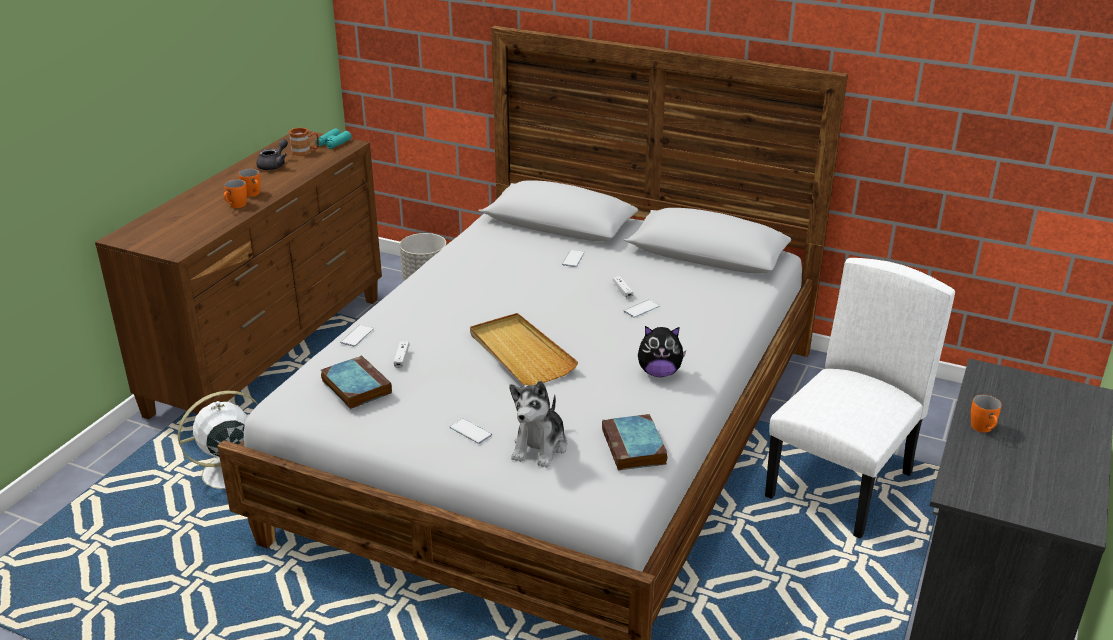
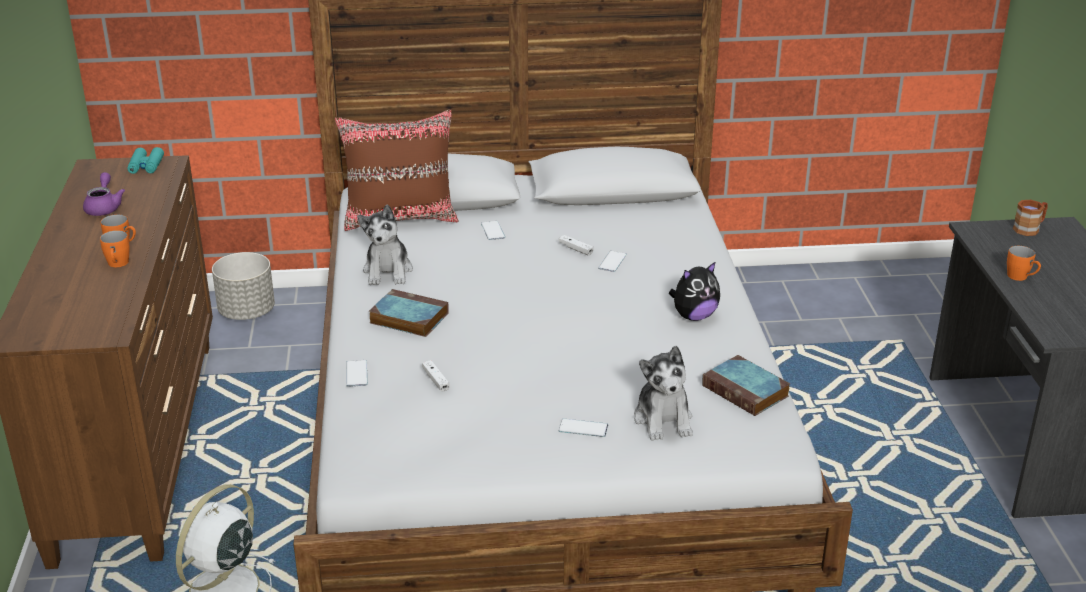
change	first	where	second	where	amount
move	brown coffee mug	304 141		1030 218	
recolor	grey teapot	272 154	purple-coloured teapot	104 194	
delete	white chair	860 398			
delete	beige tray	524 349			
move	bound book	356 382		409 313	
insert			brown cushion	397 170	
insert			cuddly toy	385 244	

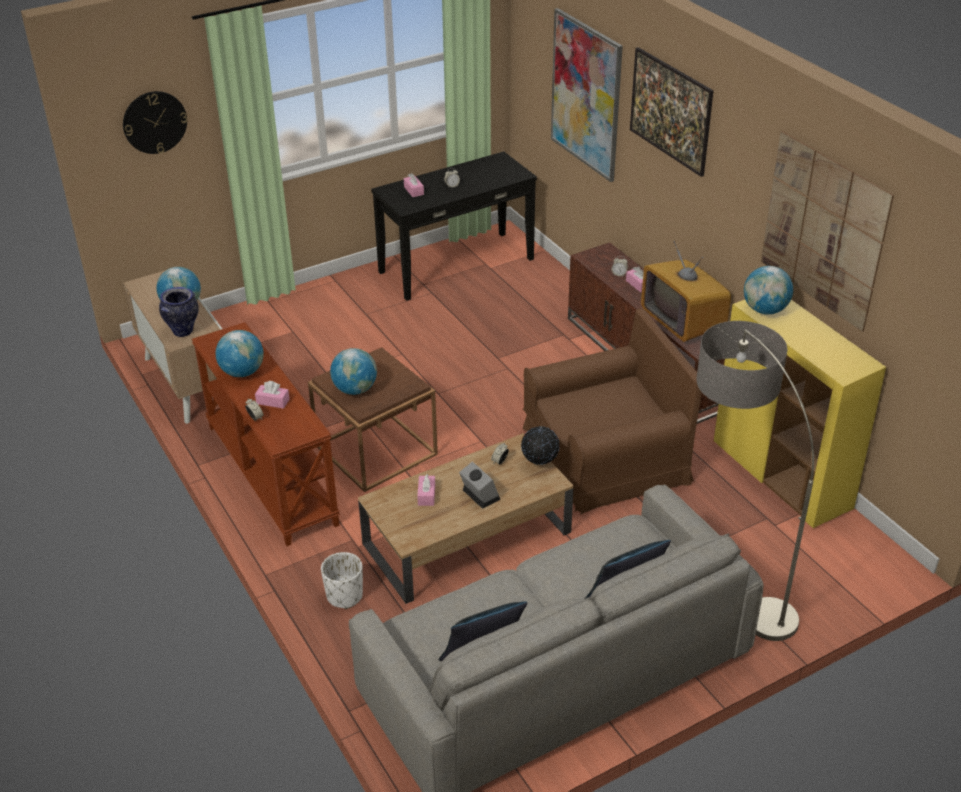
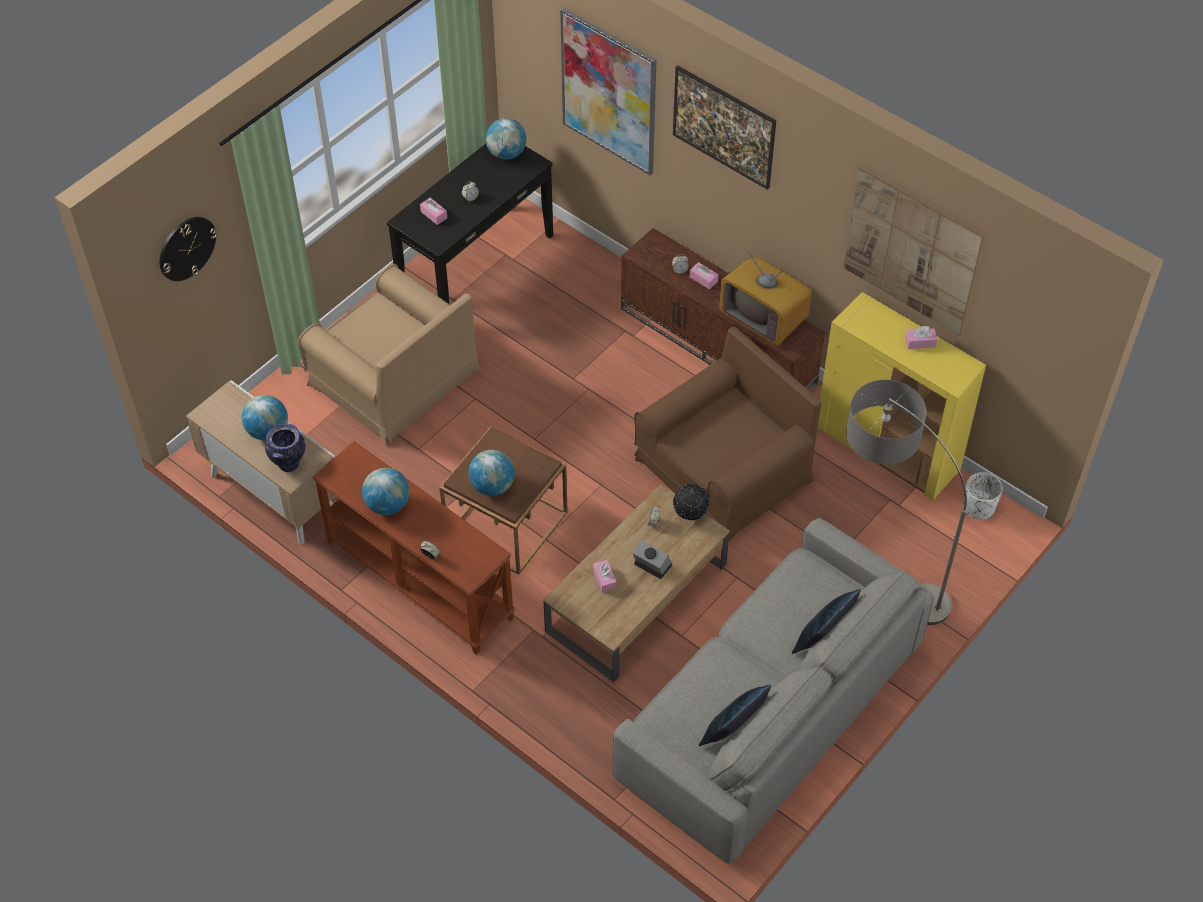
change	first	where	second	where	amount
move	desk globe	768 290		506 139	
move	pink-coloured box of tissues	272 395		921 337	
move	white plant pot	342 580		983 496	
insert			brown easy chair	389 354	

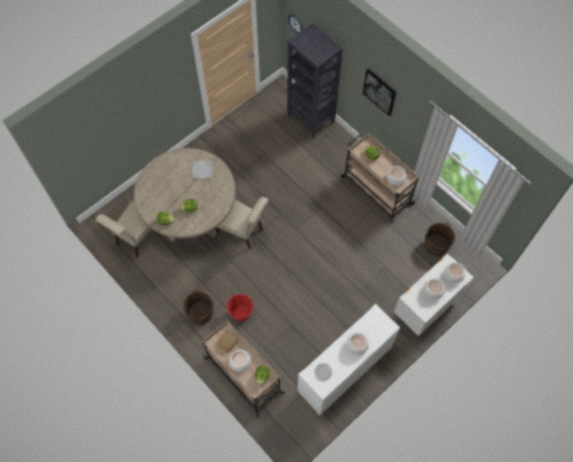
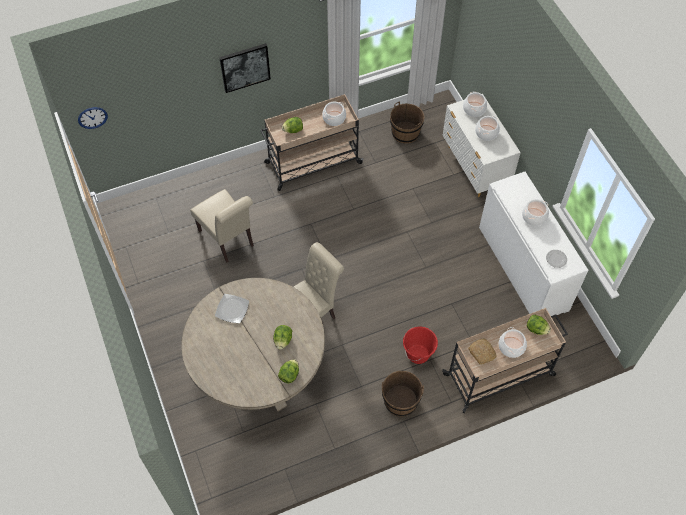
change	first	where	second	where	amount
delete	black bookcase	315 81			
move	beige chair	123 229		222 226	

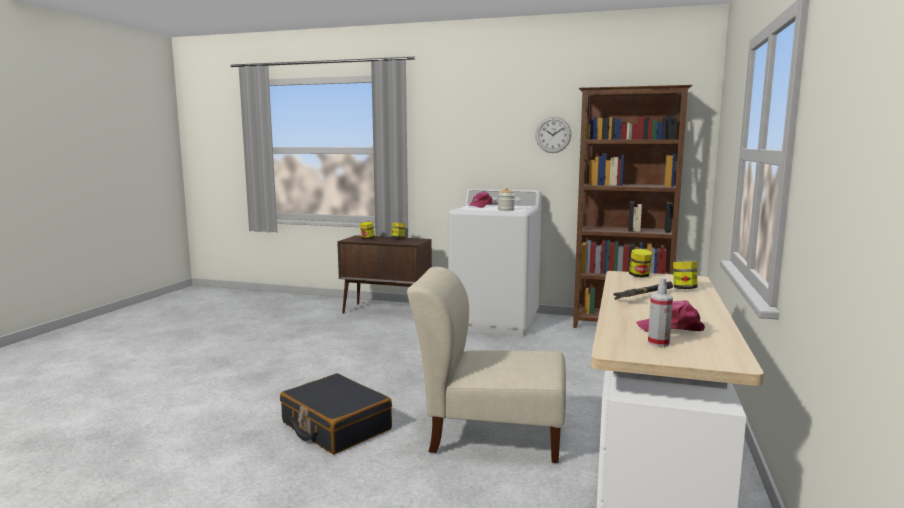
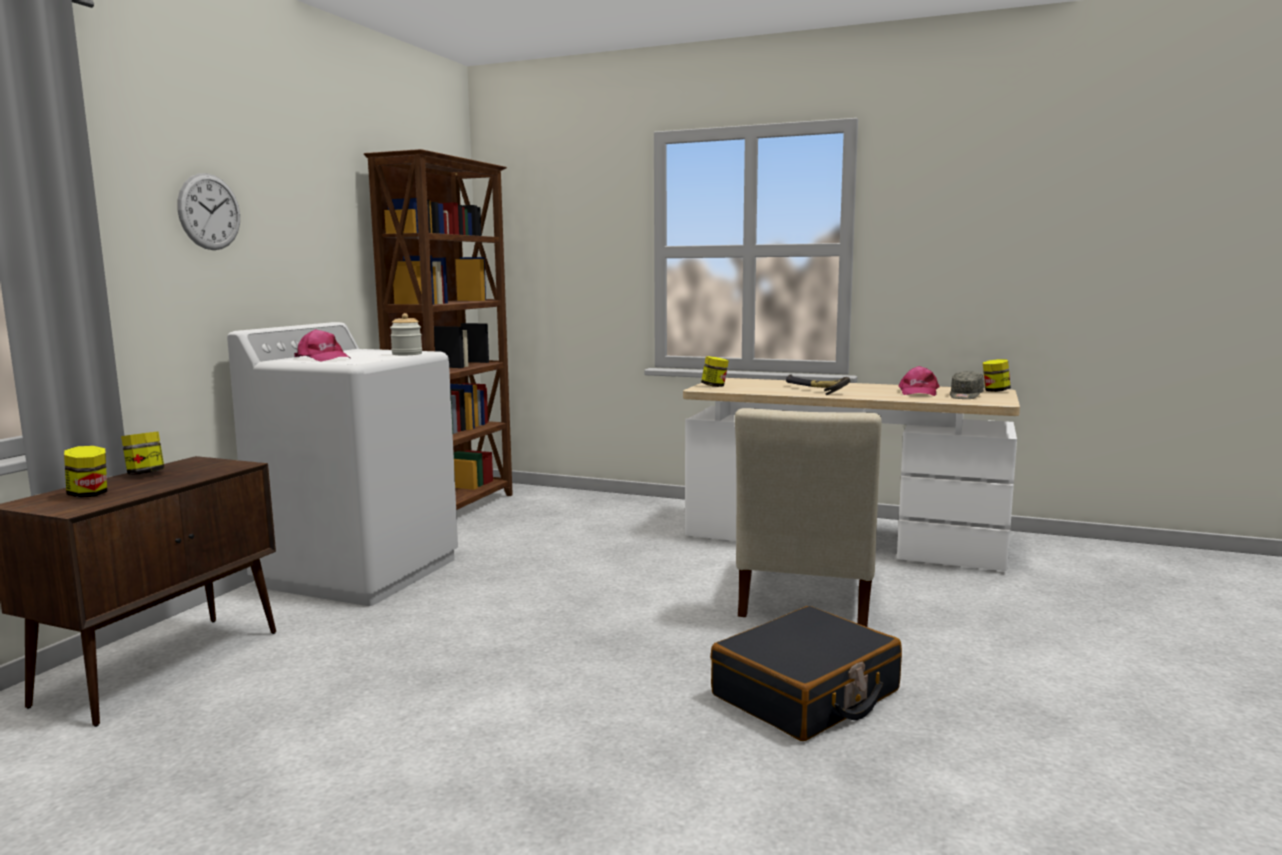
change	first	where	second	where	amount
move	wall clock	553 135		208 211	
move	preserve jar	685 275		997 375	
replace	hand sprayer	660 312	grey peaked cap	967 385	

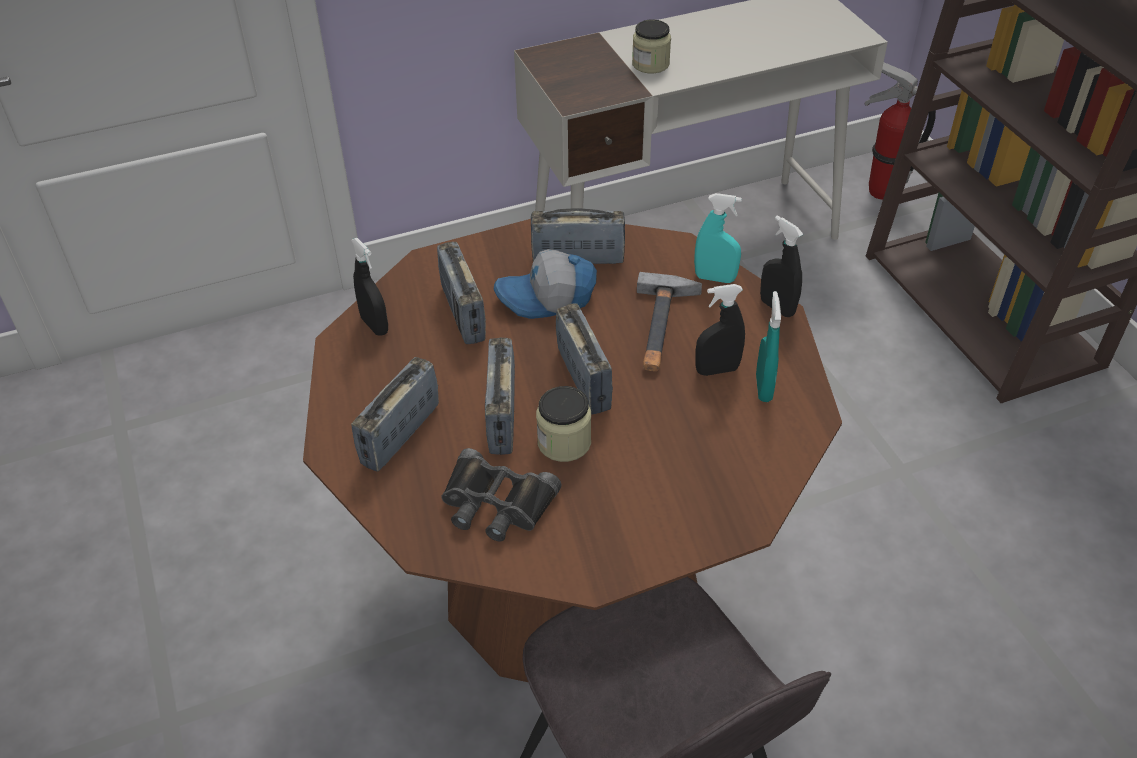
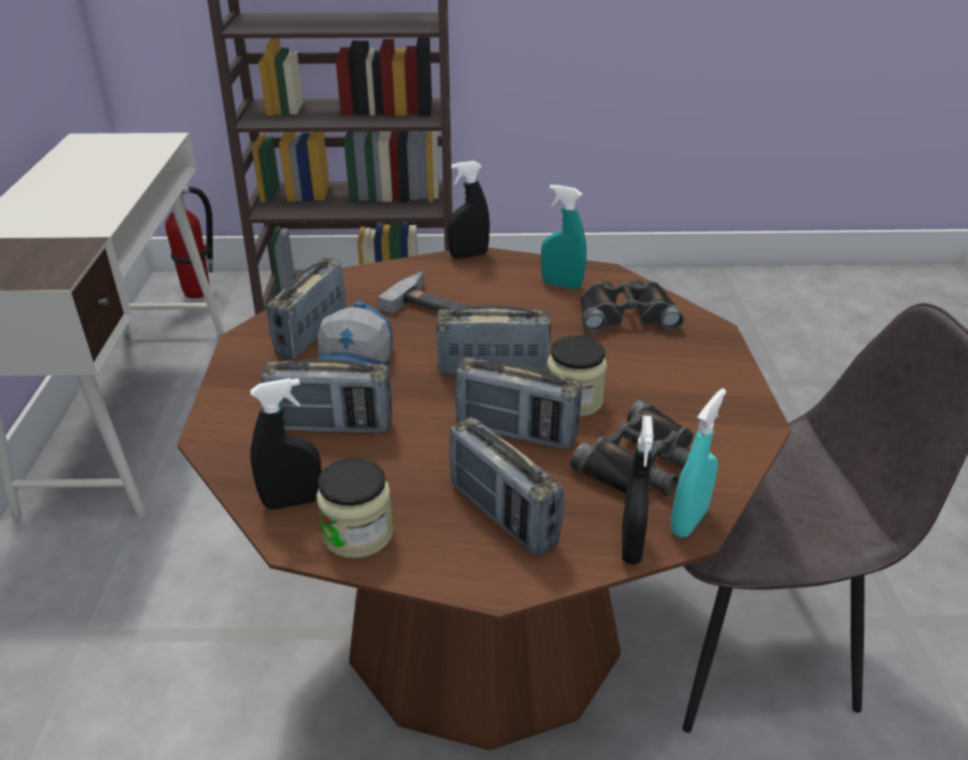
change	first	where	second	where	amount
move	preserve jar	651 46		354 508	
move	turquoise-coloured hand sprayer	718 238		698 463	
move	black hand sprayer	720 330		638 490	
insert			black pair of binoculars	632 306	

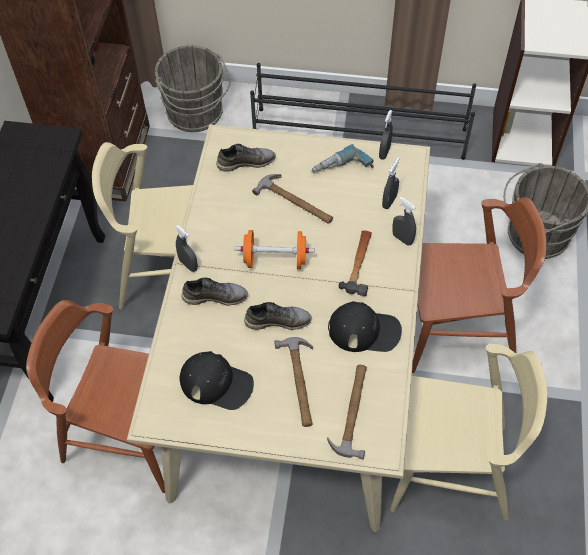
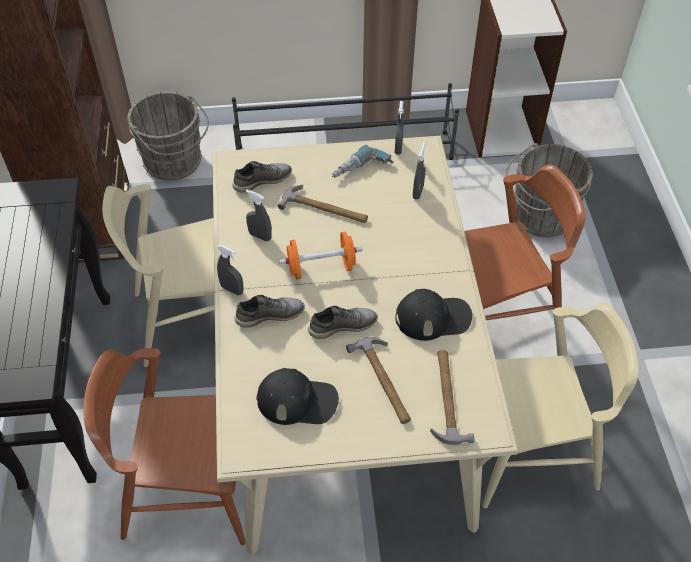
change	first	where	second	where	amount
move	grey hand sprayer	404 221		259 215	
delete	hand hammer	355 263			

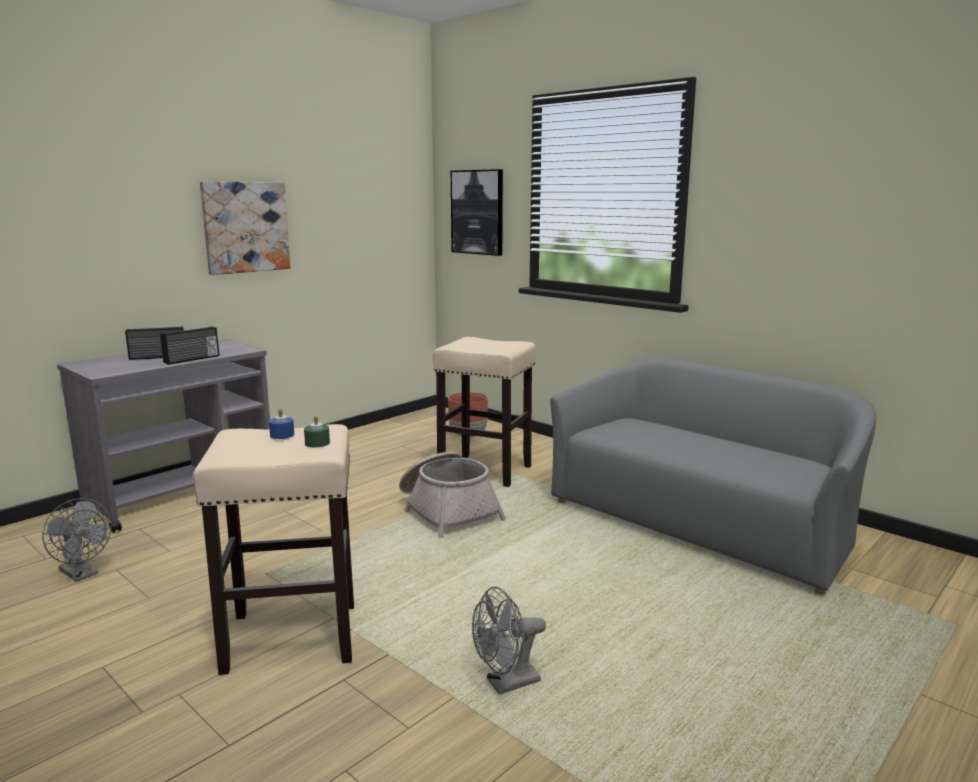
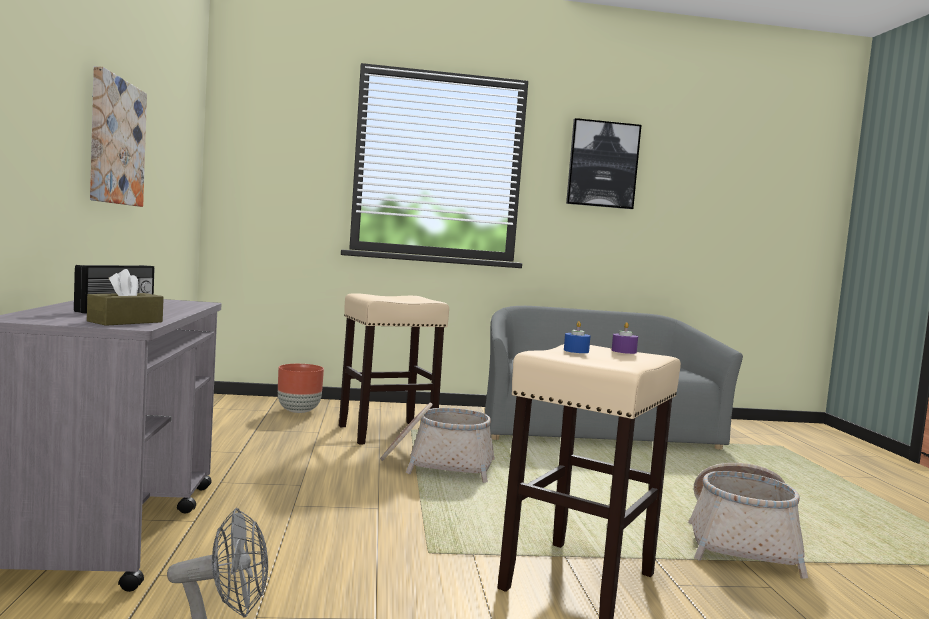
change	first	where	second	where	amount
move	wall picture	477 212		603 163	
delete	radio	189 345			
recolor	green wax light	317 431	purple-coloured wax light	625 338	
replace	grey electric fan	509 641	storage basket	748 521	
insert			brown box of tissues	125 297	

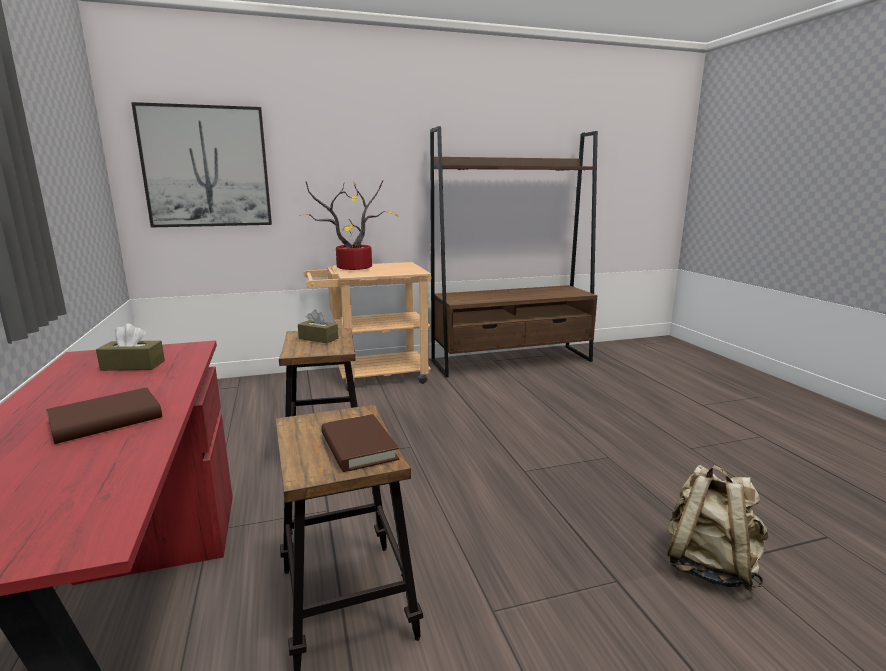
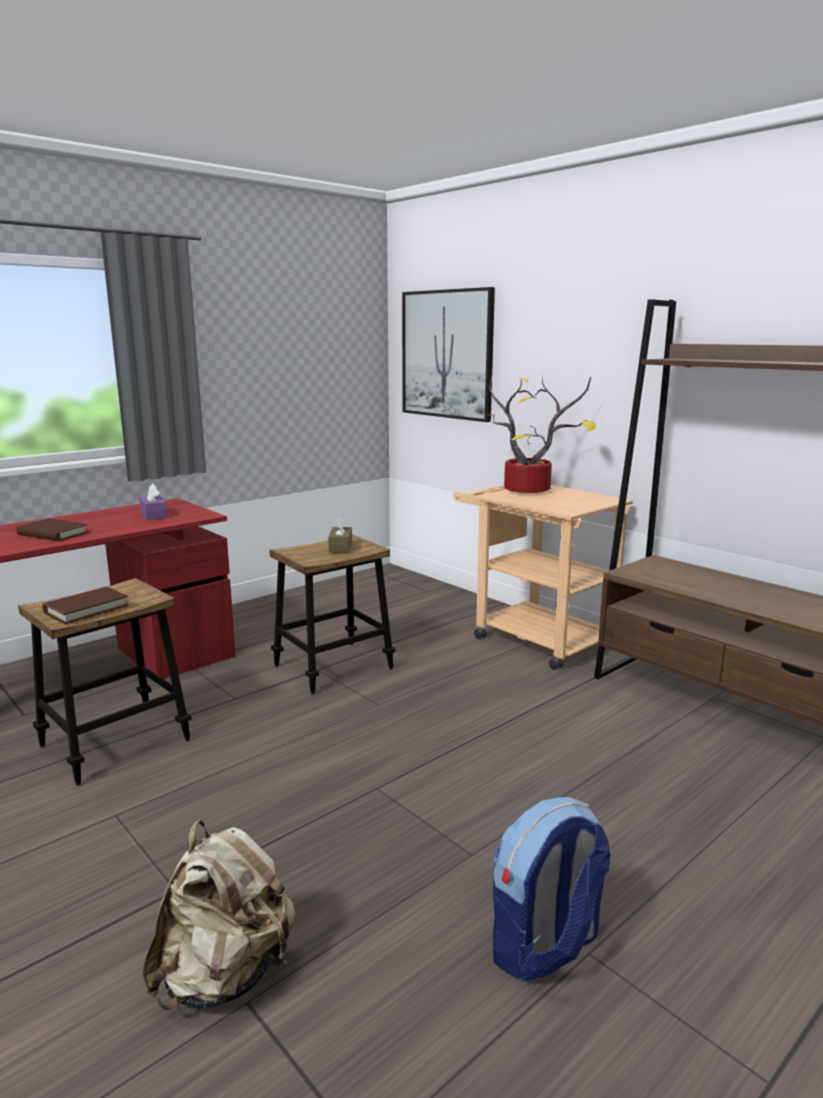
change	first	where	second	where	amount
recolor	brown box of tissues	130 347	purple-coloured box of tissues	153 502	
insert			knapsack	552 889	

